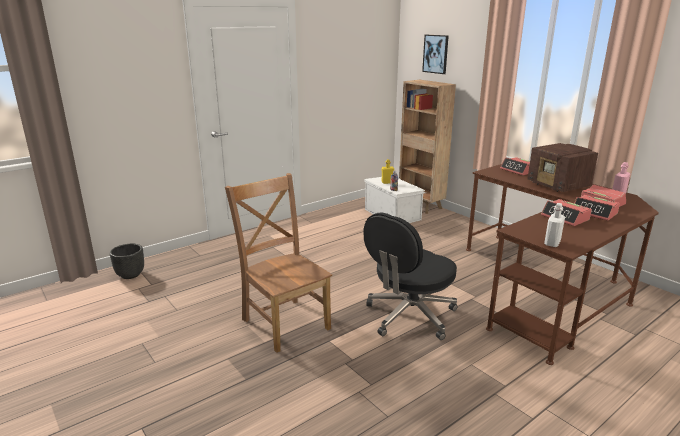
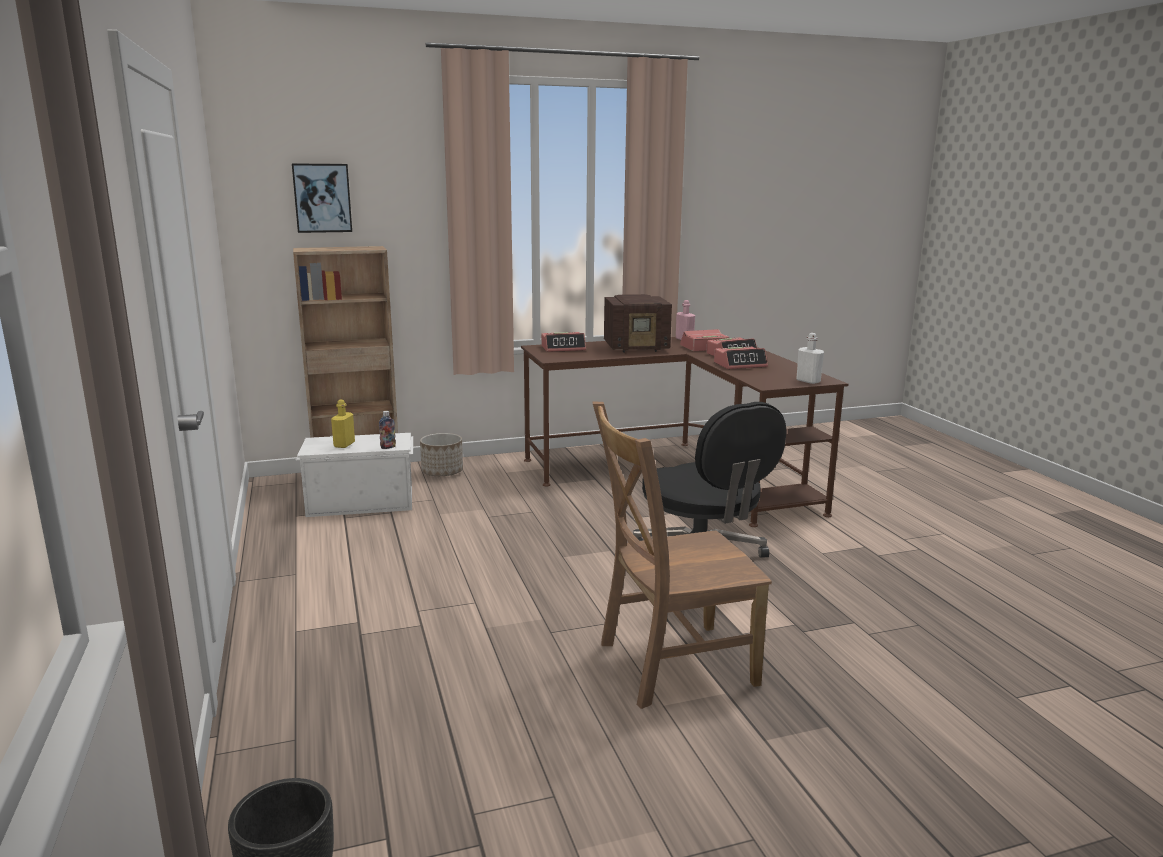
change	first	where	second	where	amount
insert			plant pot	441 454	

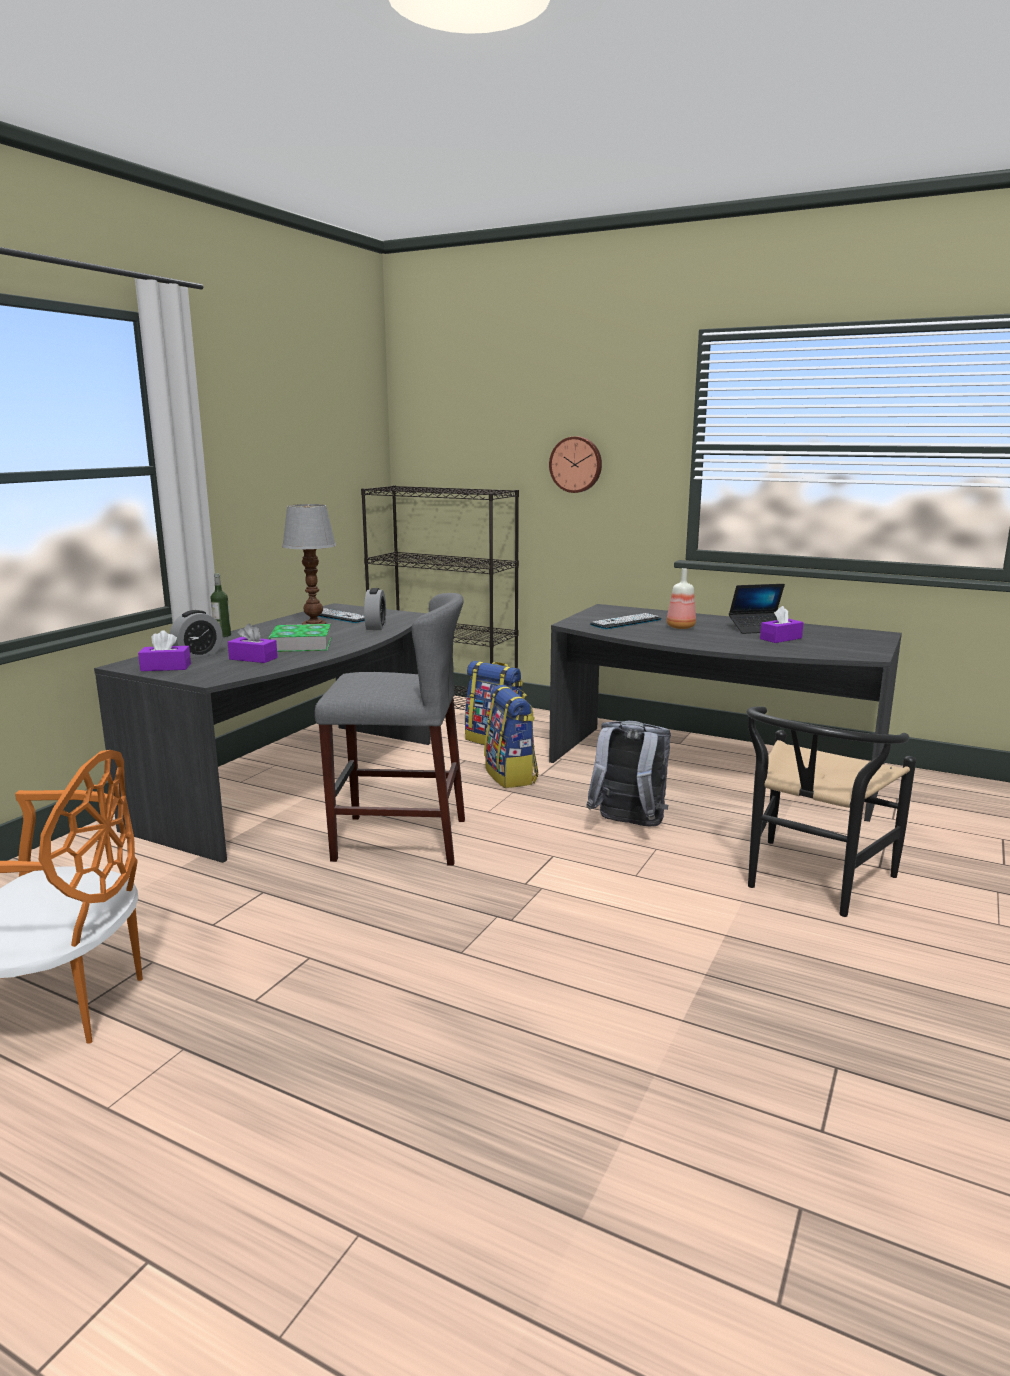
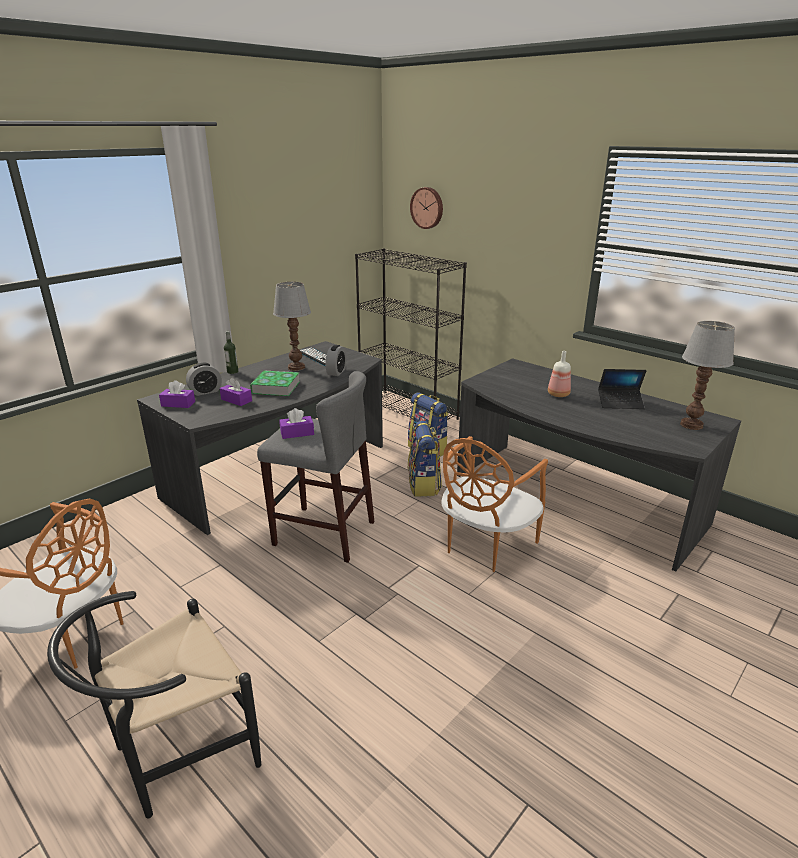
change	first	where	second	where	amount
move	wall clock	575 464		426 208	
move	purple-coloured box of tissues	782 624		296 423	
delete	keyboard	626 621			
move	black chair	831 811		154 705	
replace	grey knapsack	628 773	orangey chair	494 504	
insert			tabletop lamp	707 375	

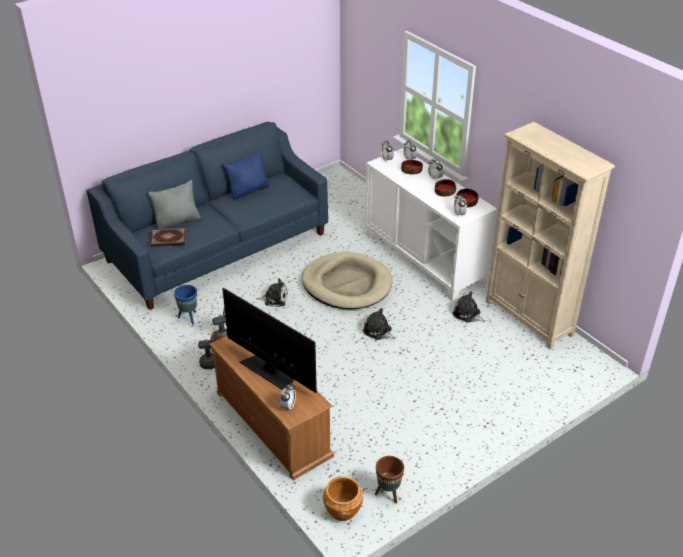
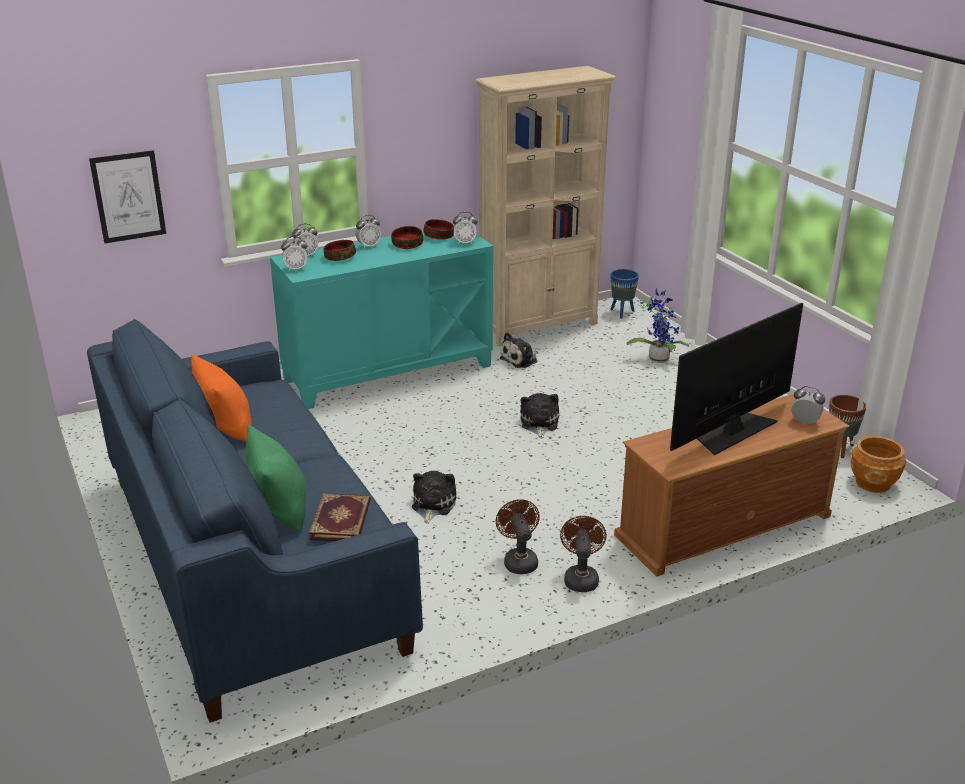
change	first	where	second	where	amount
recolor	white cupboard	431 224	turquoise-coloured cupboard	381 317	
recolor	blue cushion	246 175	orangey cushion	221 398	
recolor	grey cushion	174 204	green cushion	276 479	
delete	beige pet bed	347 281			
move	blue plant pot	185 304		624 294	
rotate	cuddly toy	379 324		539 415	135 degrees clockwise
insert			wall picture	127 196	
insert			plant in a pot	657 325	

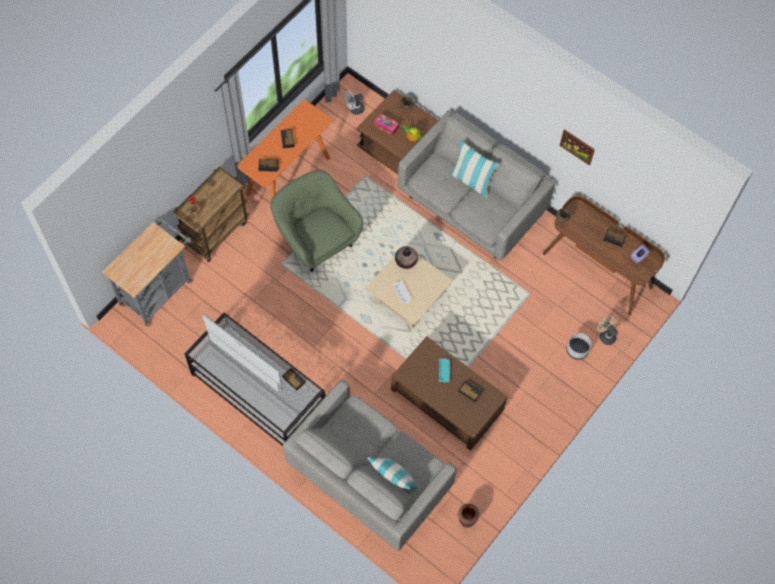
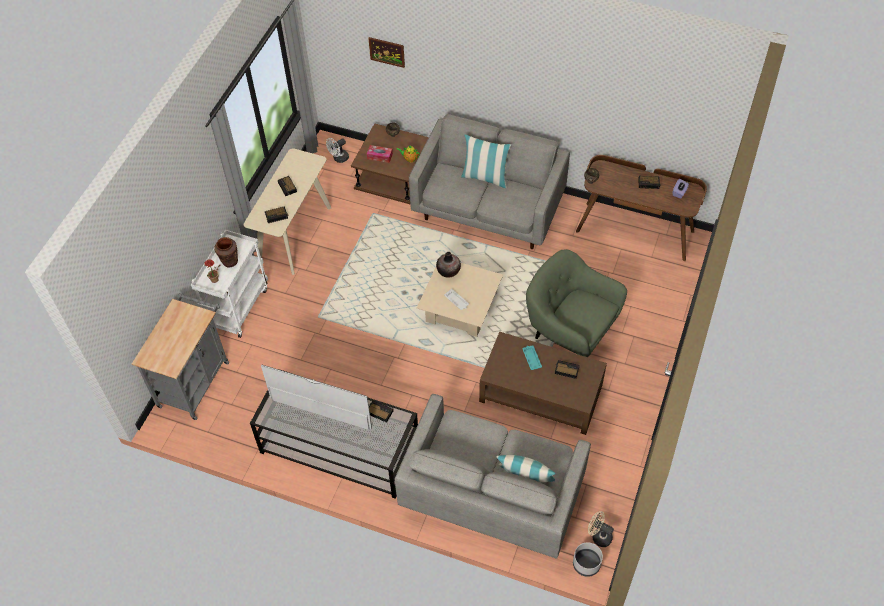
change	first	where	second	where	amount
recolor	orangey hall table	284 149	beige hall table	287 211	
move	wall picture	577 147		386 52	
recolor	brown wheeled cart	211 214	white wheeled cart	229 284	
move	green easy chair	317 221		576 303	
move	beige electric fan	607 330		601 529	
move	grey plant pot	578 346		588 559	
move	brown flower vase	468 516		226 252	

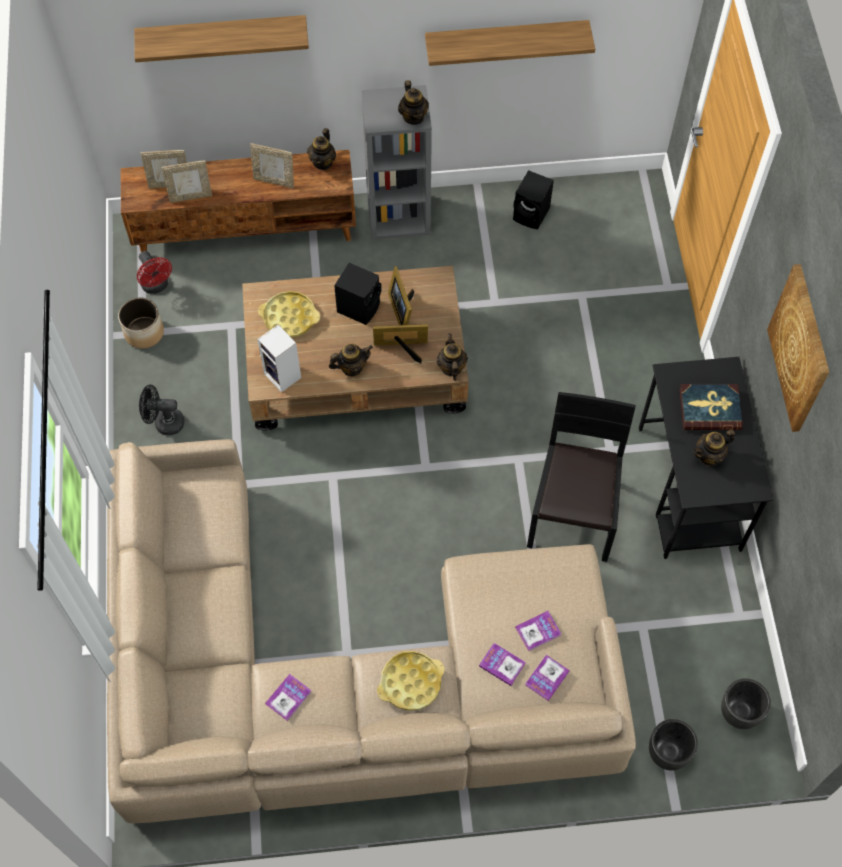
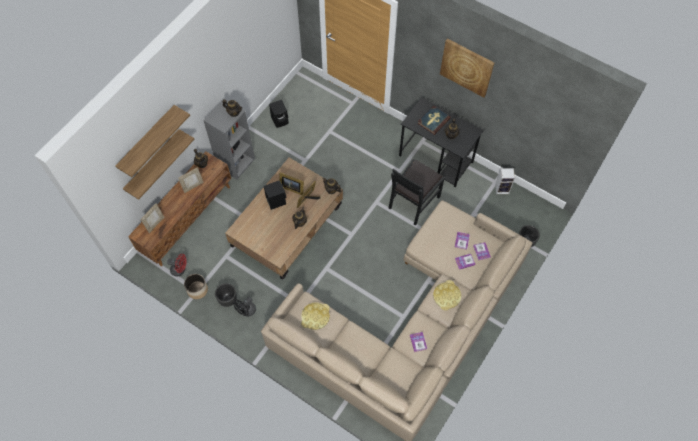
change	first	where	second	where	amount
move	bracket shelf	510 43		158 164	
delete	photo frame	187 182			
move	yellow tray	289 314		315 316	
move	audio speaker	279 359		505 181	
rotate	black chair	581 477		417 192	105 degrees counterclockwise
move	black plant pot	746 703		226 295	

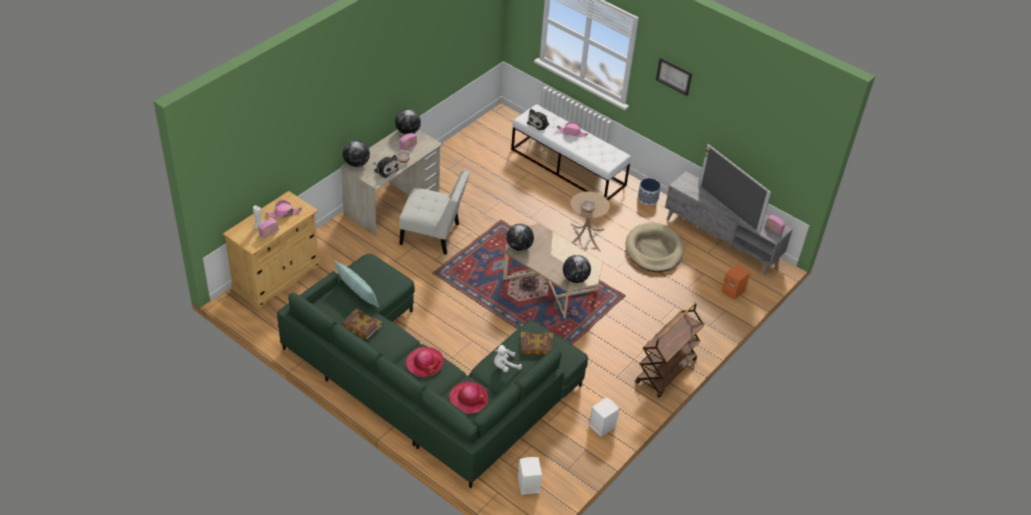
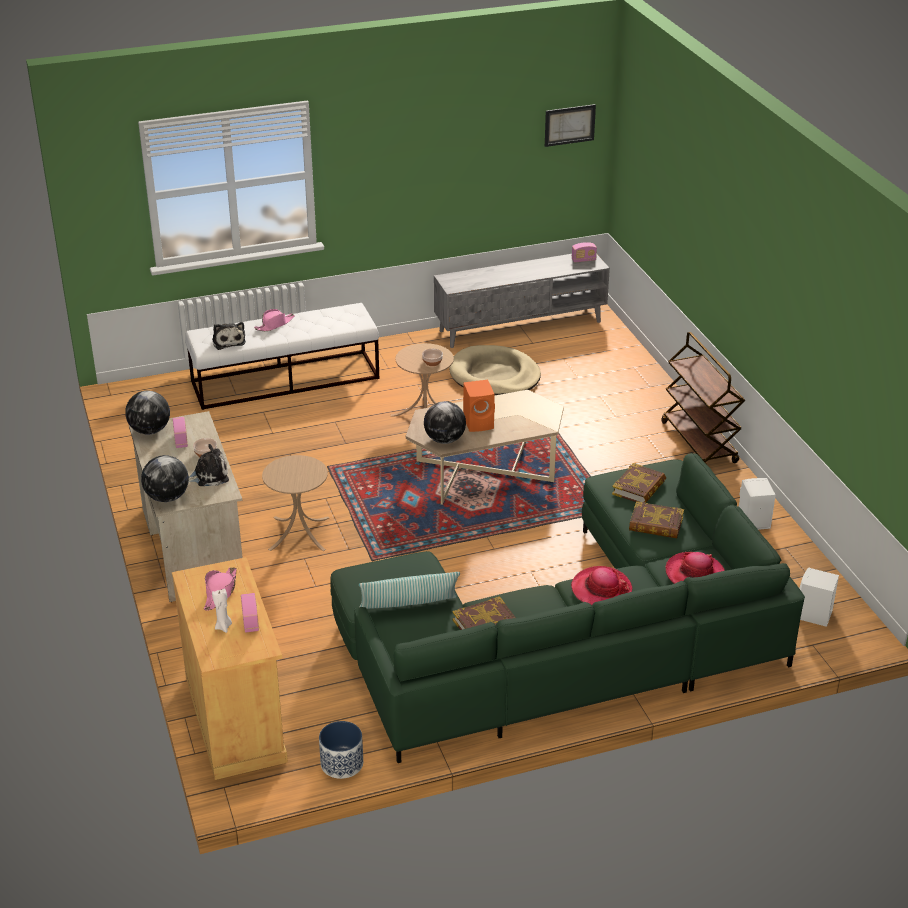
change	first	where	second	where	amount
move	wall picture	674 76		570 125	
delete	TV set	734 188			
replace	white chair	434 212	beige end table	295 503	
move	plant pot	649 191		341 750	
delete	desk globe	577 269			
move	orangey audio speaker	736 282		479 406	
replace	white cuddly toy	508 358	bound book	656 519	

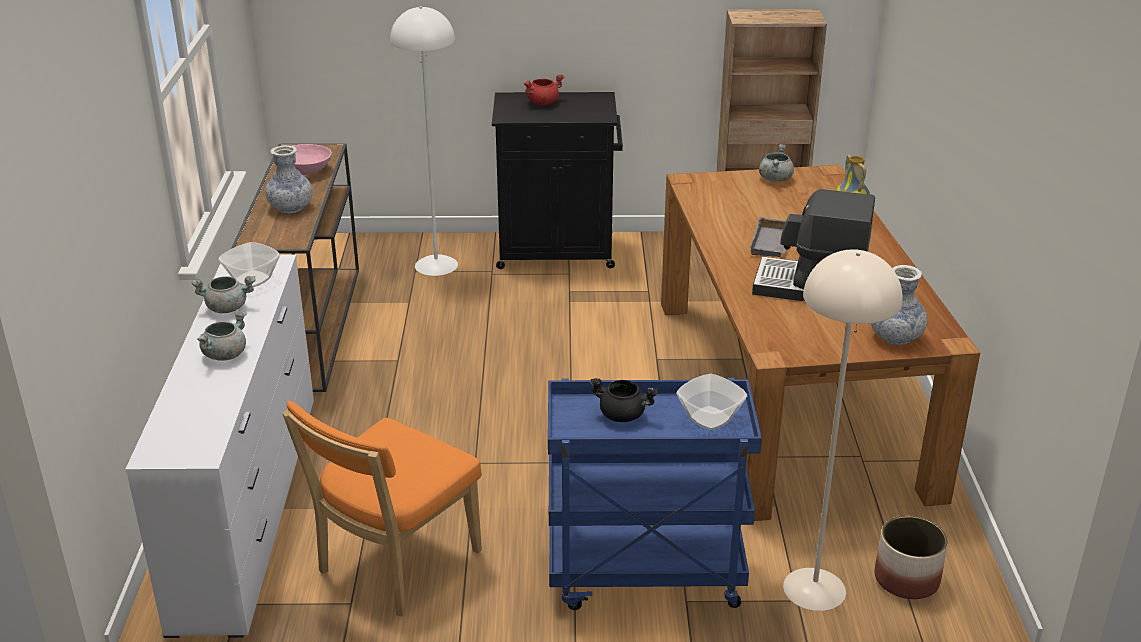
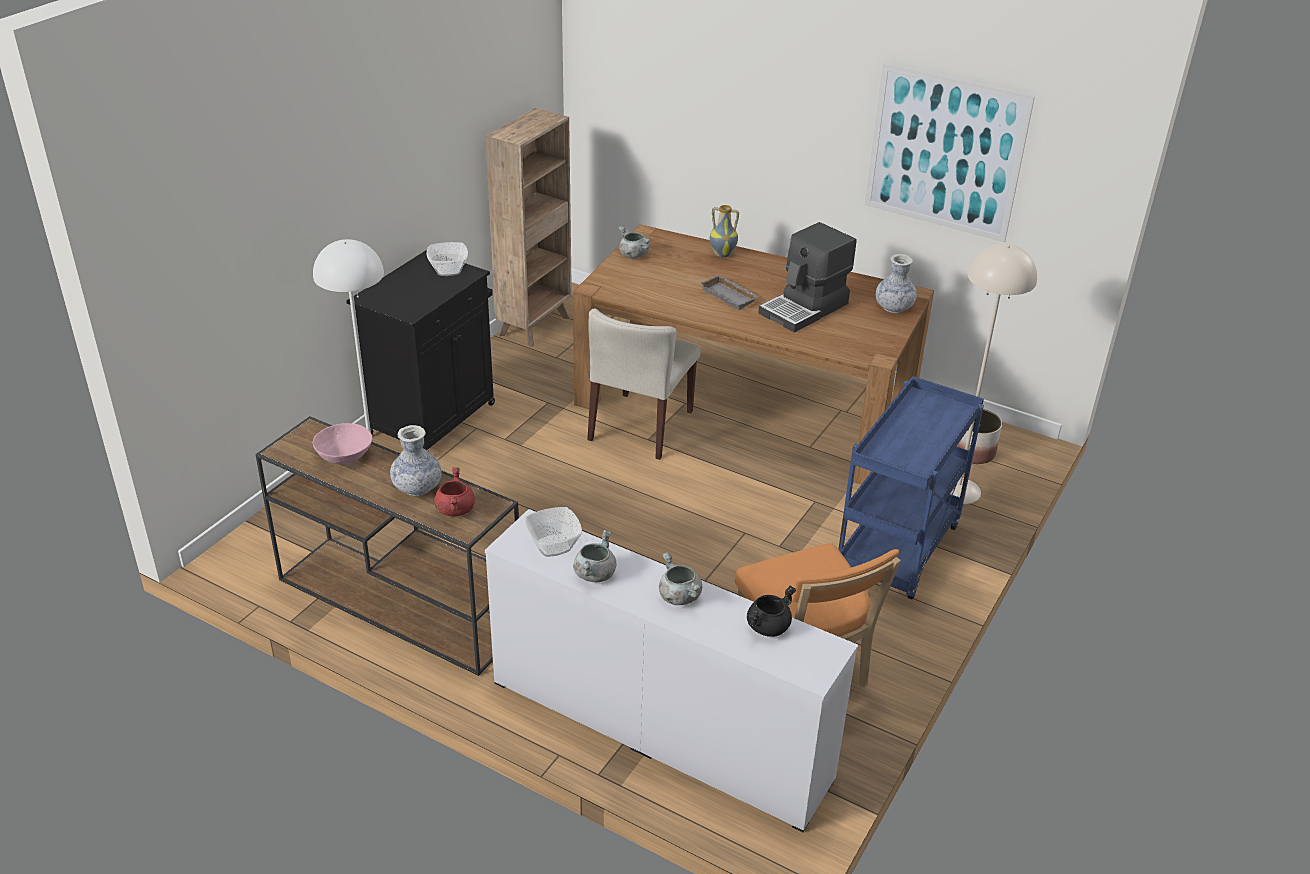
change	first	where	second	where	amount
move	reddish cooking pot	544 89		454 491	
move	deep dish	711 402		447 259	
move	black cooking pot	624 400		771 611	
insert			wall picture	950 152	
insert			beige chair	644 384	

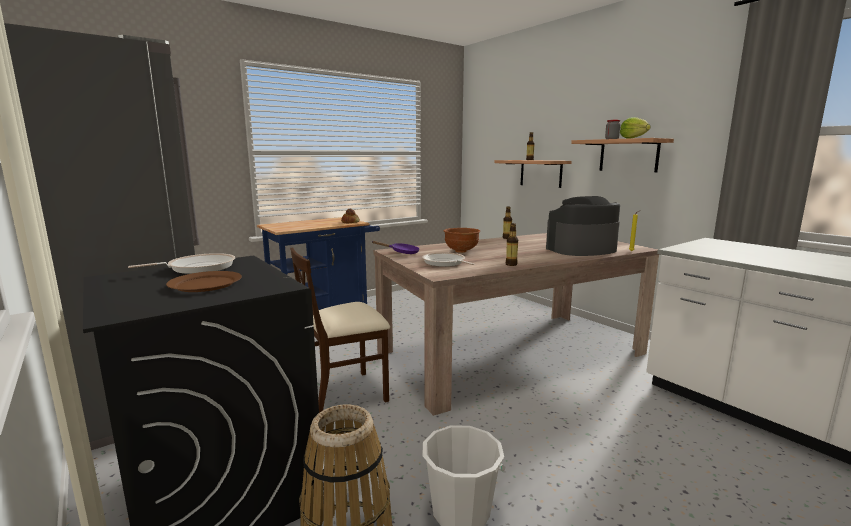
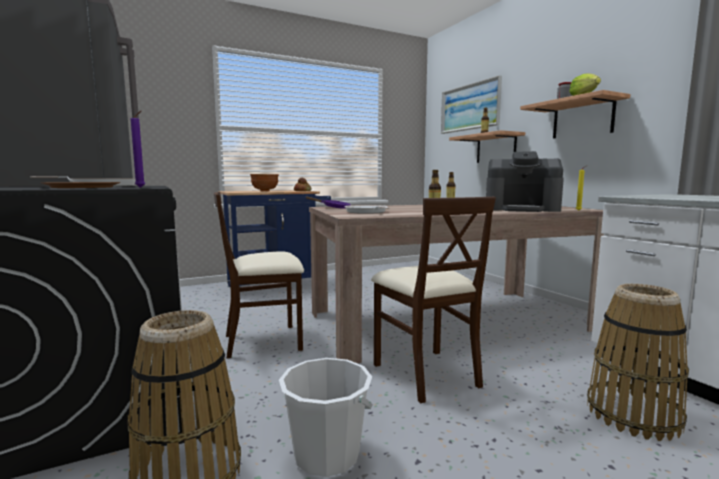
change	first	where	second	where	amount
rotate	coffee brewer	583 226		525 181	150 degrees counterclockwise
move	brown deep dish	461 240		264 182	
insert			wall picture	471 104	
insert			purple-coloured wax light	138 149	
insert			beige chair	433 300	
insert			storage basket	638 362	

